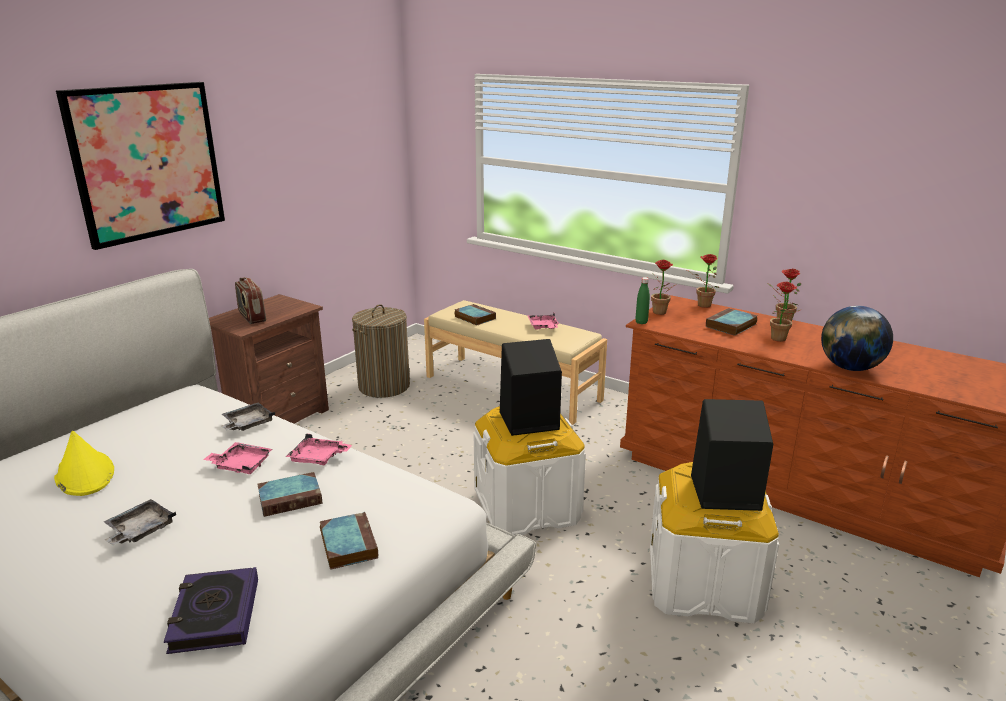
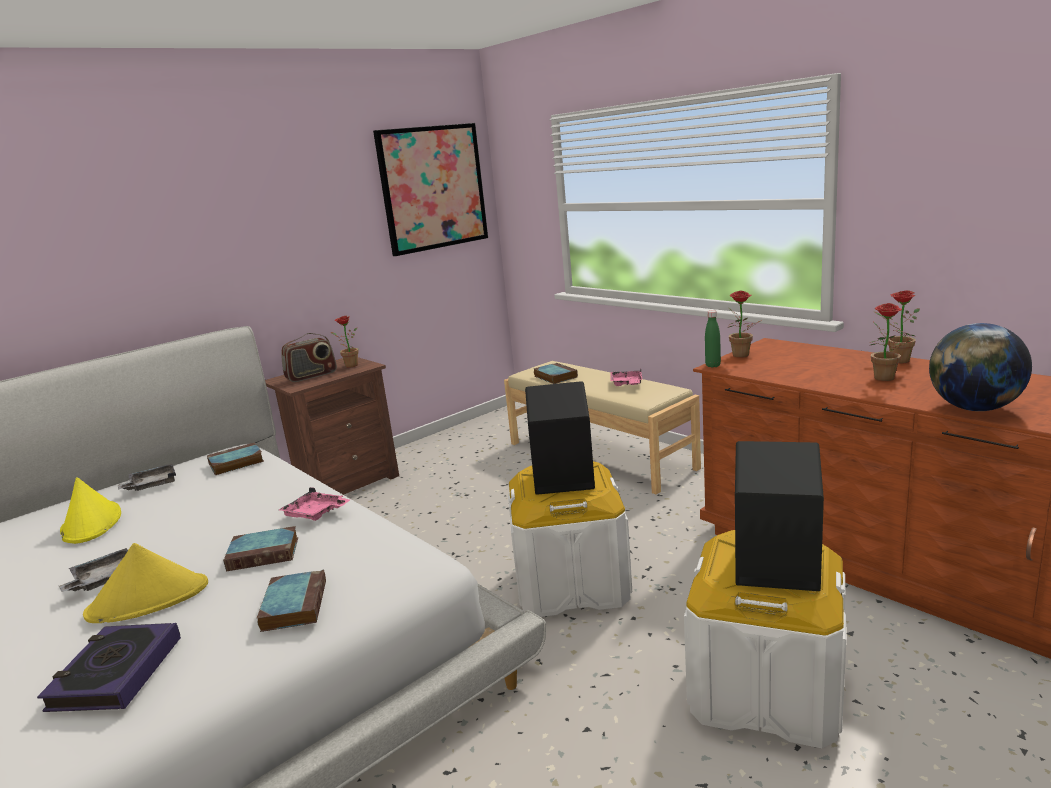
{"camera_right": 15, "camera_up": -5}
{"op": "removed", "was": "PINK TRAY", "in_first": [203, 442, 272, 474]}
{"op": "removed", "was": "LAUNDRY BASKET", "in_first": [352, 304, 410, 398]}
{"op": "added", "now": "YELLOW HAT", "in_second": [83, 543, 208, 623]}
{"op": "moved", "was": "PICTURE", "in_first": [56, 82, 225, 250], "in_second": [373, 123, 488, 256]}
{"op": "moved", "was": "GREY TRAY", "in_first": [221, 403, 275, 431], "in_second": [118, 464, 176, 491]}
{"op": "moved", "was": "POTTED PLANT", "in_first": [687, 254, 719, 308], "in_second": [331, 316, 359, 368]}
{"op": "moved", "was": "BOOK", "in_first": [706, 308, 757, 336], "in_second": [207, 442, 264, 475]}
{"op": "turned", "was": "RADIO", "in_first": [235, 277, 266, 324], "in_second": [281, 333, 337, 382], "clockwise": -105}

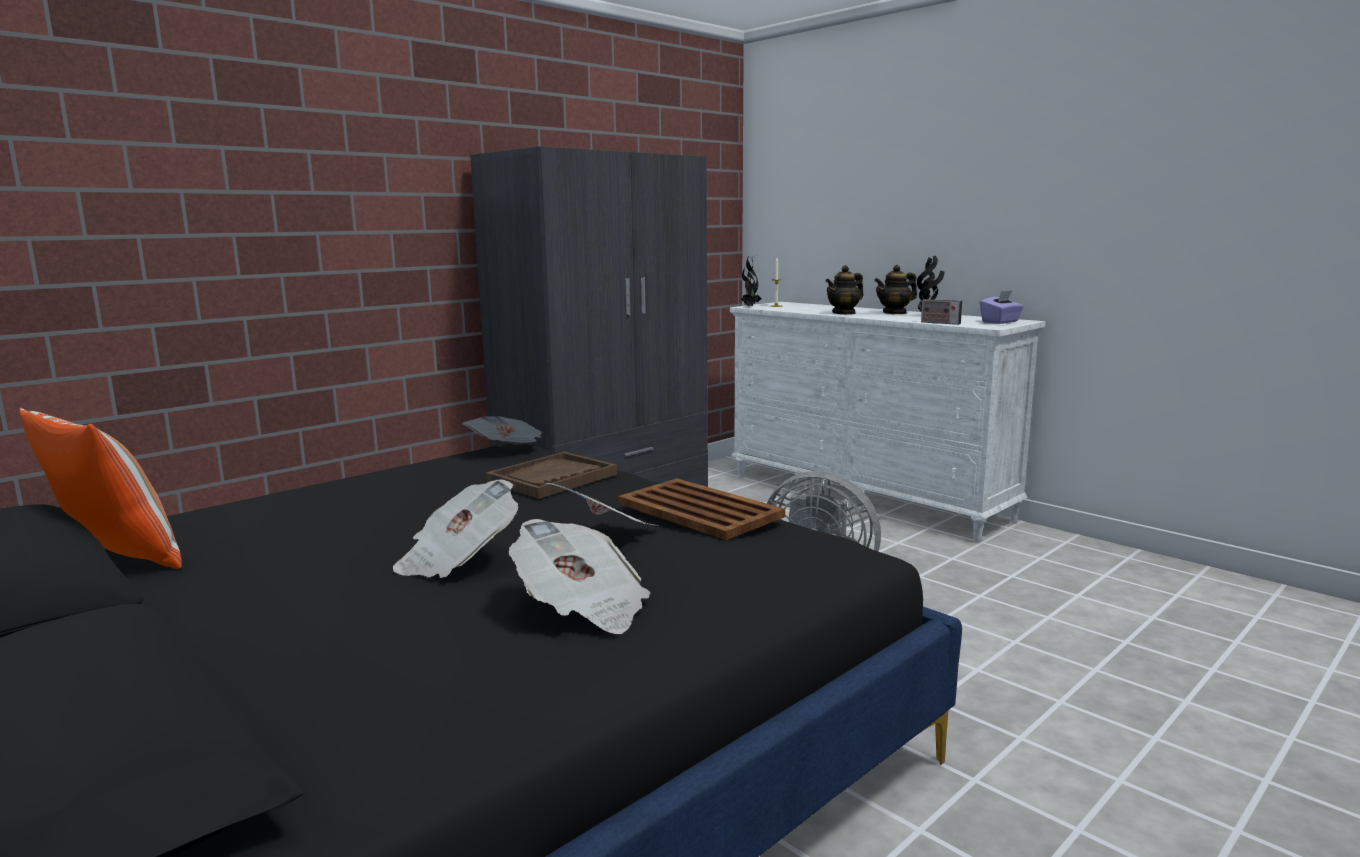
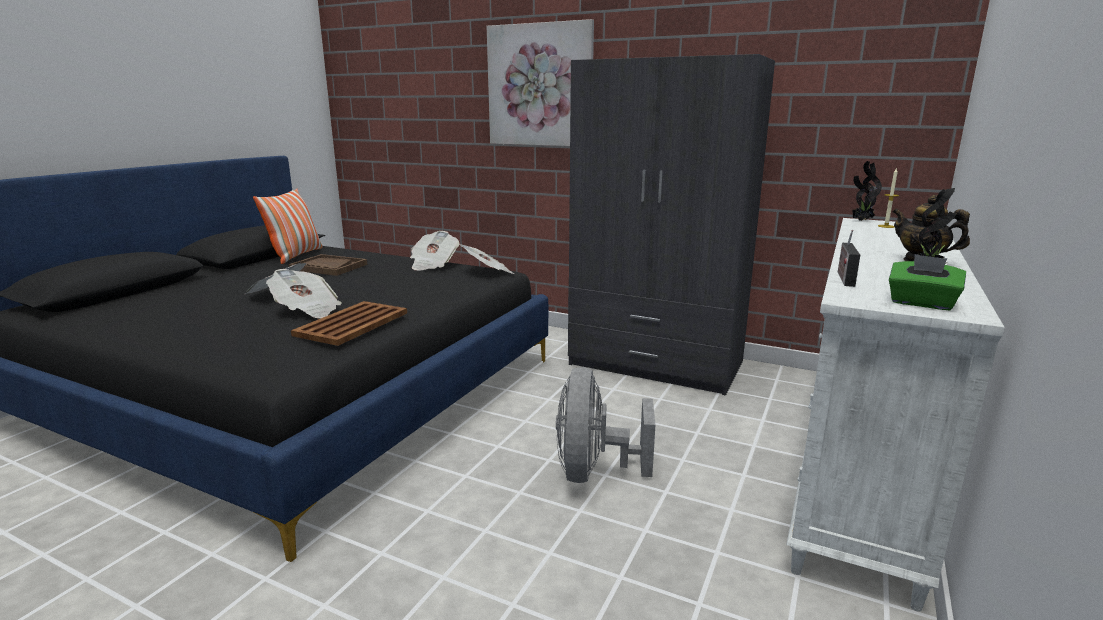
{"camera_right": 70, "camera_up": 5}
{"op": "removed", "was": "TEAPOT", "in_first": [826, 265, 864, 315]}
{"op": "added", "now": "PICTURE", "in_second": [487, 19, 594, 146]}
{"op": "moved", "was": "BROWN TRAY", "in_first": [486, 452, 617, 499], "in_second": [289, 254, 367, 276]}
{"op": "moved", "was": "NEWSPAPER", "in_first": [509, 519, 650, 634], "in_second": [410, 231, 459, 271]}
{"op": "recoloured", "was": "PURPLE TISSUE BOX", "now": "GREEN TISSUE BOX", "in_first": [980, 290, 1024, 324], "in_second": [889, 254, 966, 310]}

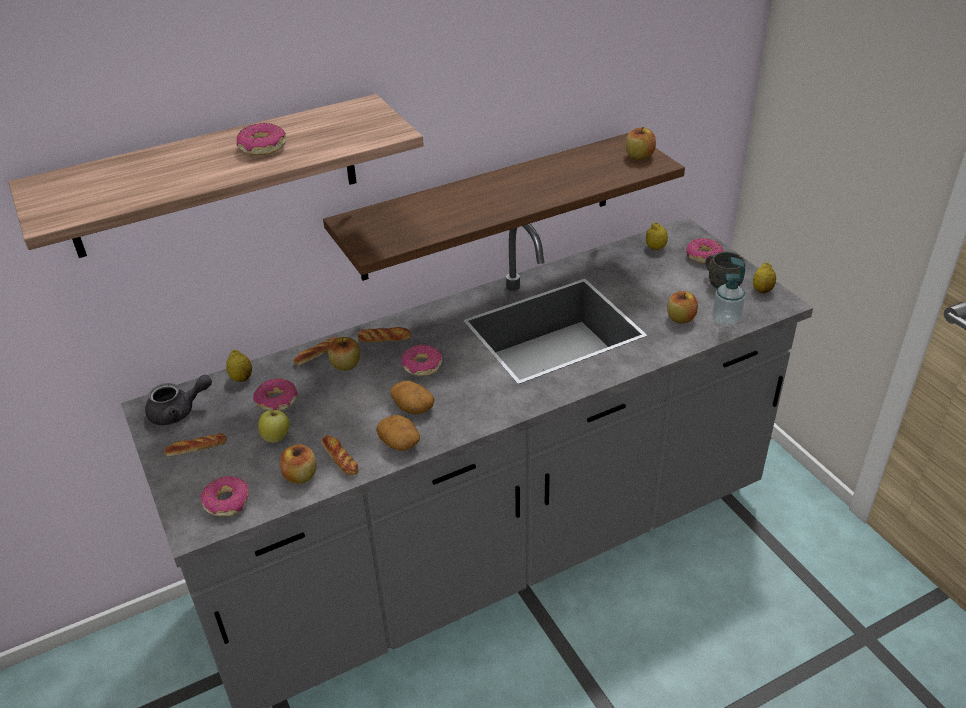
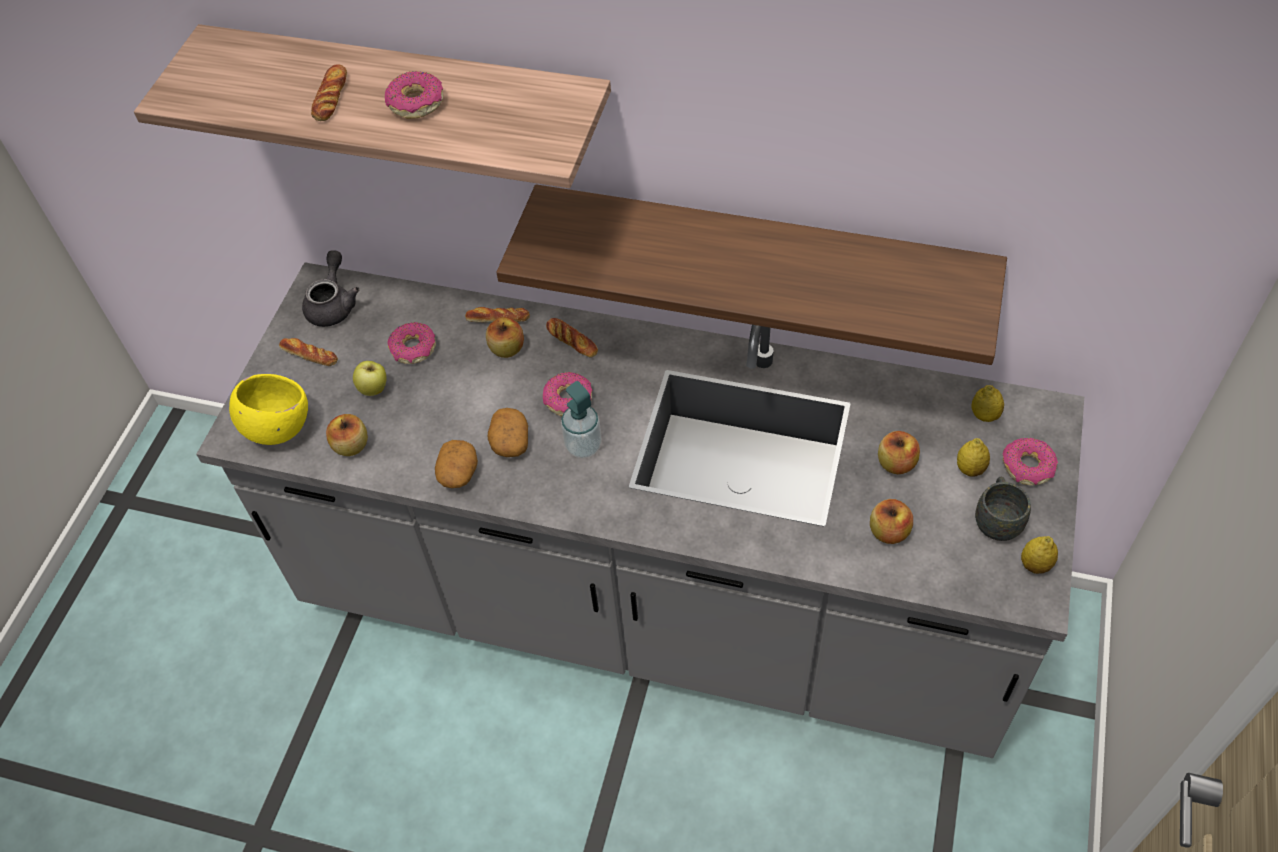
{"camera_right": 45, "camera_up": 15}
{"op": "moved", "was": "LEMON", "in_first": [226, 350, 252, 382], "in_second": [957, 438, 990, 477]}
{"op": "moved", "was": "BREAD", "in_first": [321, 435, 359, 476], "in_second": [311, 64, 347, 121]}
{"op": "moved", "was": "APPLE", "in_first": [626, 127, 656, 160], "in_second": [878, 431, 920, 474]}
{"op": "moved", "was": "SOAP DISPENSER", "in_first": [712, 257, 745, 327], "in_second": [561, 381, 602, 459]}
{"op": "replaced", "was": "DONUT", "now": "YELLOW BOWL", "in_first": [201, 476, 248, 517], "in_second": [229, 374, 308, 445]}
{"op": "turned", "was": "GREY TEAPOT", "in_first": [145, 375, 212, 425], "in_second": [302, 250, 360, 327], "clockwise": -105}

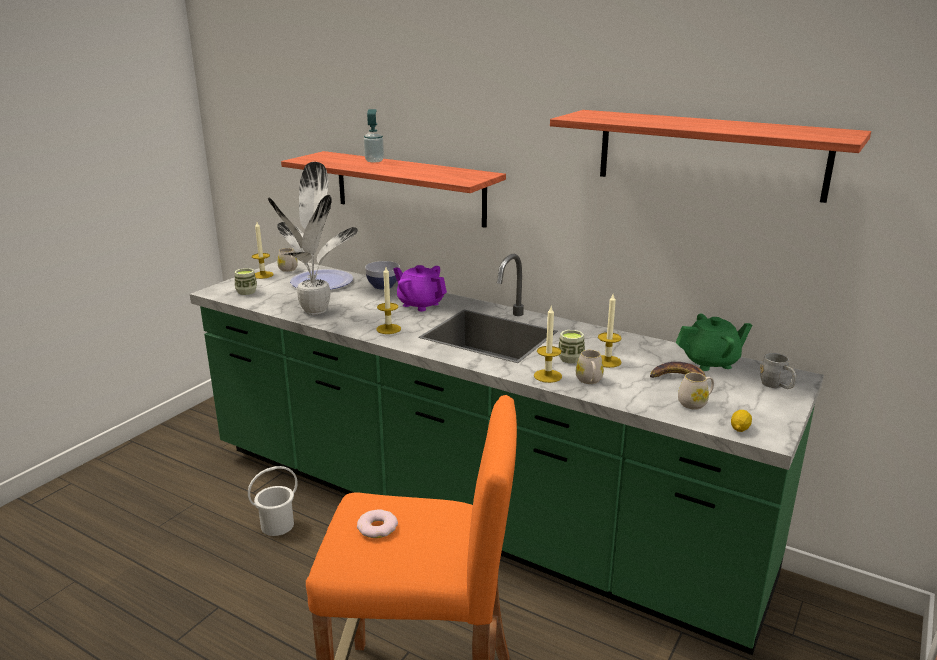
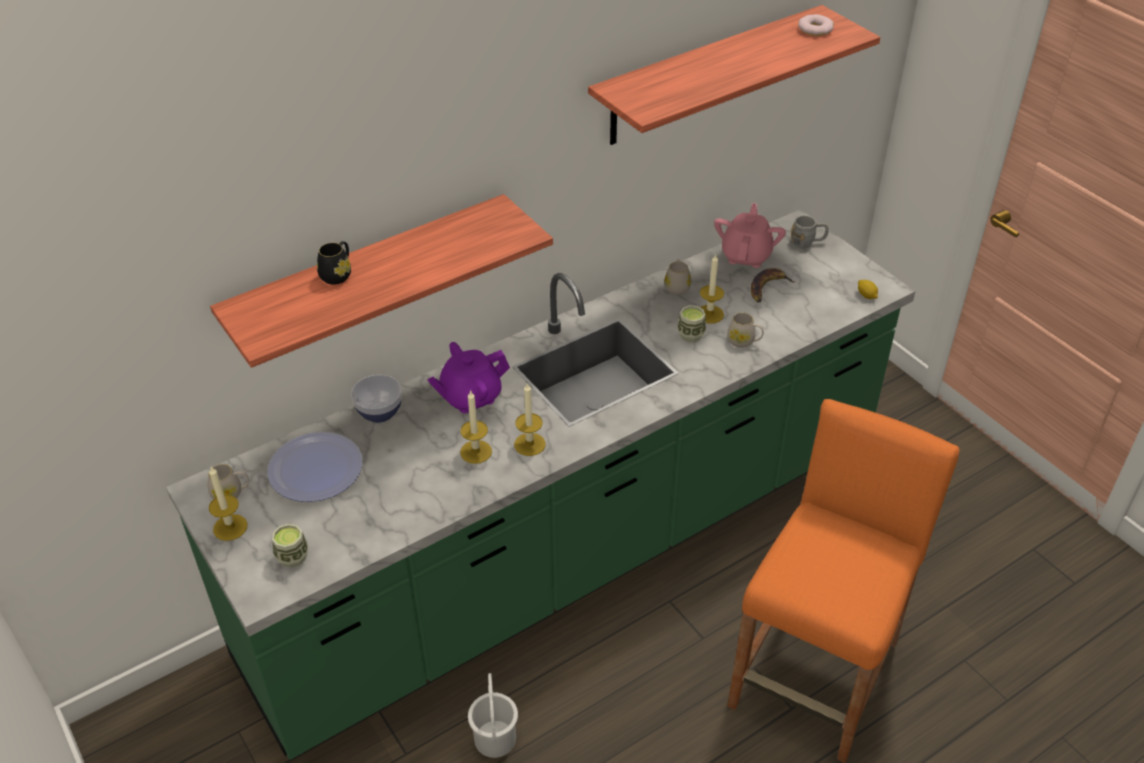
{"camera_right": -65, "camera_up": 20}
{"op": "removed", "was": "POTTED PLANT", "in_first": [268, 162, 358, 315]}
{"op": "moved", "was": "DONUT", "in_first": [357, 509, 398, 538], "in_second": [798, 14, 834, 36]}
{"op": "moved", "was": "CANDLE", "in_first": [534, 306, 562, 383], "in_second": [460, 390, 492, 464]}
{"op": "moved", "was": "WHITE MUG", "in_first": [678, 372, 714, 409], "in_second": [664, 259, 691, 295]}
{"op": "replaced", "was": "SOAP DISPENSER", "now": "BLACK MUG", "in_first": [364, 109, 384, 162], "in_second": [317, 241, 351, 285]}
{"op": "recoloured", "was": "GREEN TEAPOT", "now": "PINK TEAPOT", "in_first": [676, 313, 752, 371], "in_second": [714, 203, 786, 268]}

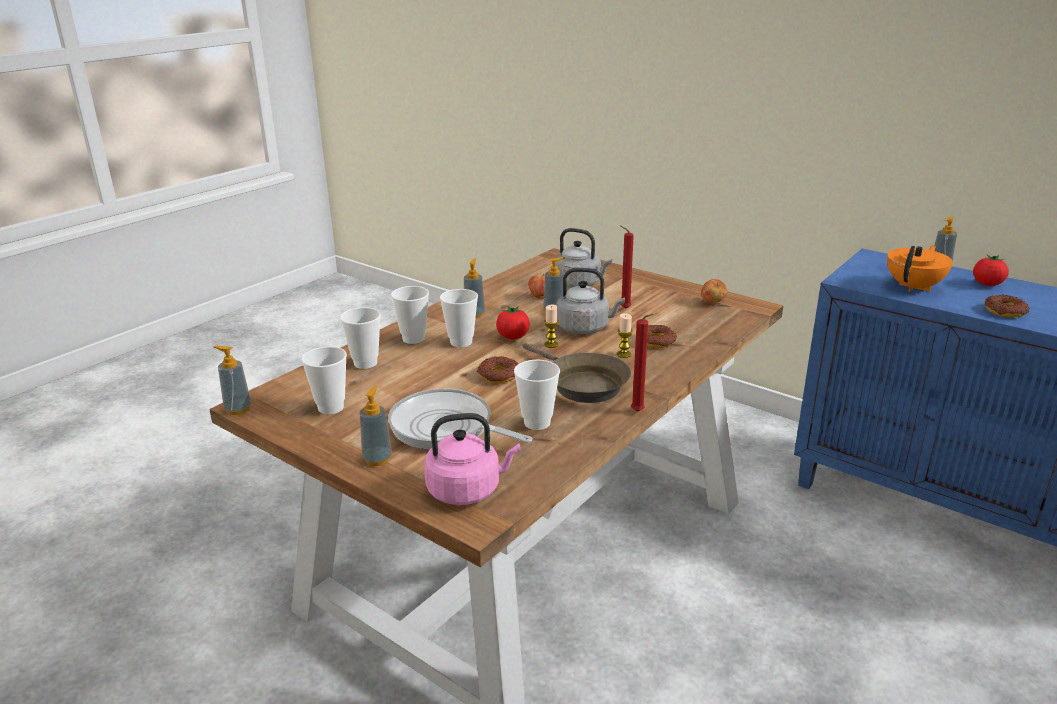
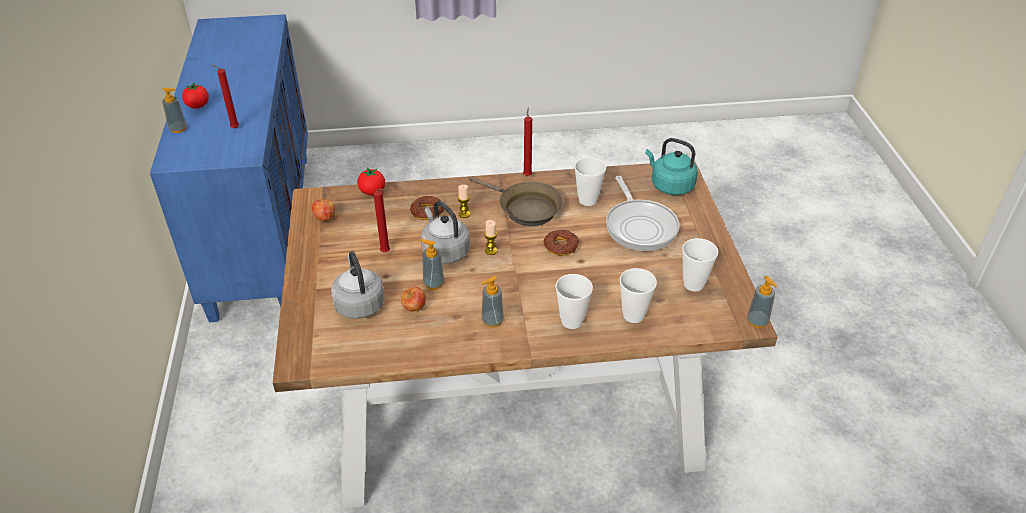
{"camera_right": -135, "camera_up": 15}
{"op": "removed", "was": "SOAP DISPENSER", "in_first": [360, 385, 392, 466]}
{"op": "removed", "was": "CUP", "in_first": [440, 289, 478, 347]}
{"op": "removed", "was": "DONUT", "in_first": [985, 295, 1030, 317]}
{"op": "moved", "was": "TOMATO", "in_first": [496, 306, 530, 339], "in_second": [358, 167, 385, 195]}
{"op": "replaced", "was": "ORANGE TEAPOT", "now": "RED CANDLE", "in_first": [887, 245, 953, 292], "in_second": [211, 64, 239, 129]}
{"op": "recoloured", "was": "PINK KETTLE", "now": "TURQUOISE KETTLE", "in_first": [424, 413, 521, 505], "in_second": [646, 138, 698, 195]}
{"op": "turned", "was": "BROWN FRYING PAN", "in_first": [523, 343, 631, 403], "in_second": [469, 176, 563, 226], "clockwise": 120}

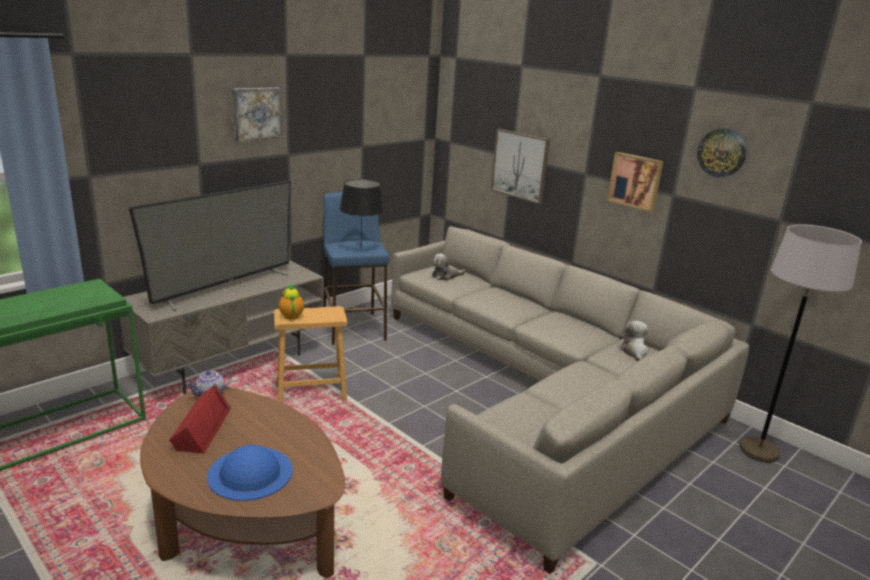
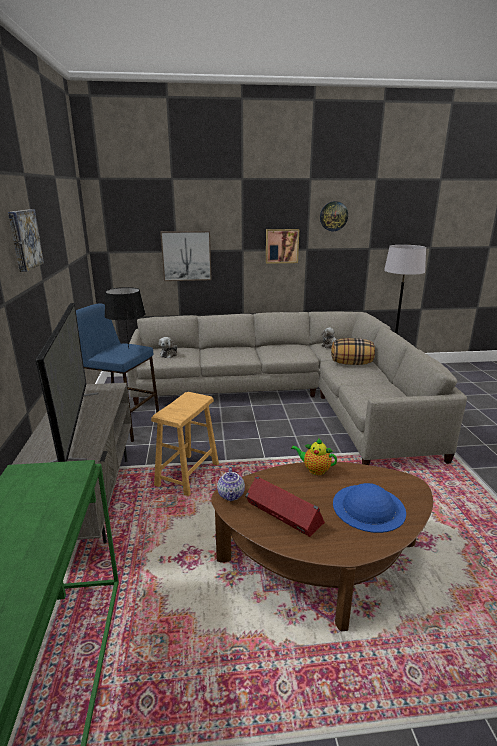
{"camera_right": -50, "camera_up": 0}
{"op": "added", "now": "PILLOW", "in_second": [331, 338, 375, 365]}
{"op": "moved", "was": "TEAPOT", "in_first": [279, 284, 304, 320], "in_second": [291, 438, 337, 475]}

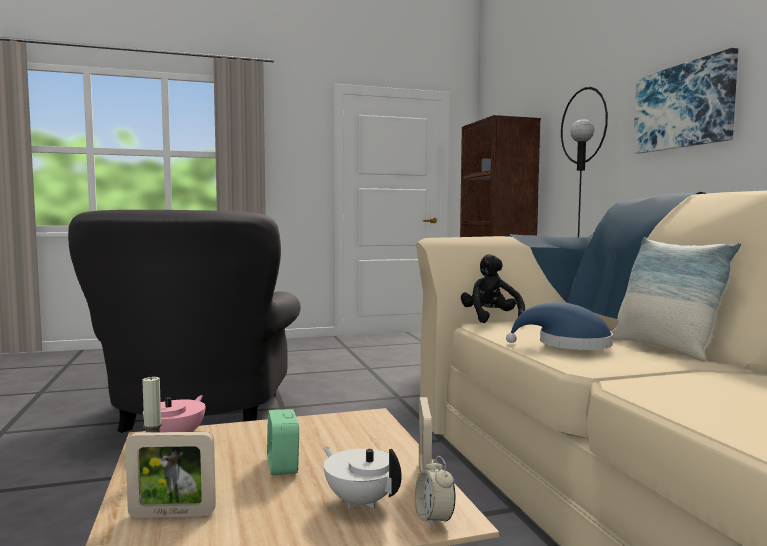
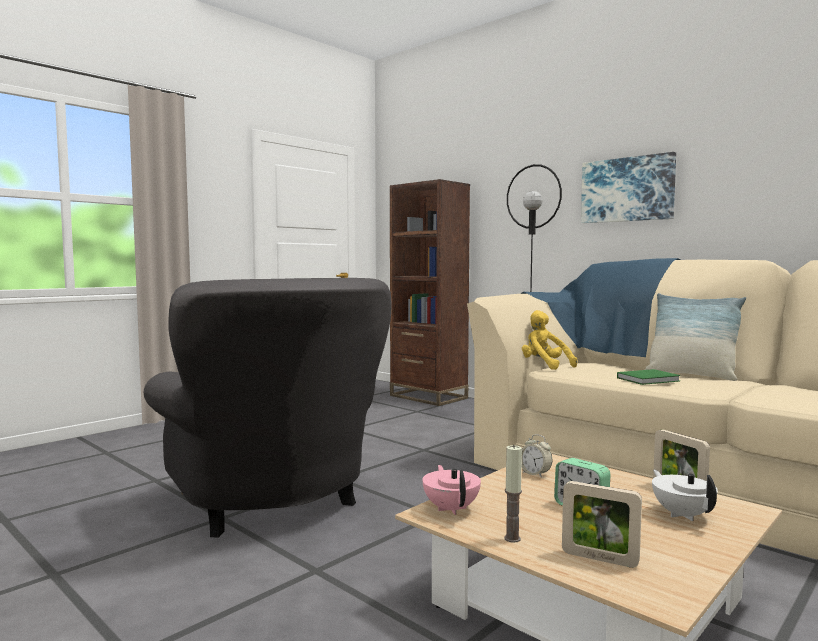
{"camera_right": -30, "camera_up": 0}
{"op": "moved", "was": "ALARM CLOCK", "in_first": [415, 456, 456, 529], "in_second": [521, 434, 552, 478]}
{"op": "replaced", "was": "BLUE HAT", "now": "GREEN BOOK", "in_first": [506, 302, 613, 350], "in_second": [617, 369, 681, 385]}
{"op": "recoloured", "was": "BLACK PLUSH TOY", "now": "YELLOW PLUSH TOY", "in_first": [461, 254, 525, 323], "in_second": [522, 310, 577, 370]}
{"op": "turned", "was": "PICTURE FRAME", "in_first": [125, 432, 216, 518], "in_second": [562, 481, 642, 568], "clockwise": 60}
{"op": "turned", "was": "WHITE TEAPOT", "in_first": [323, 447, 402, 509], "in_second": [652, 470, 718, 521], "clockwise": 60}

